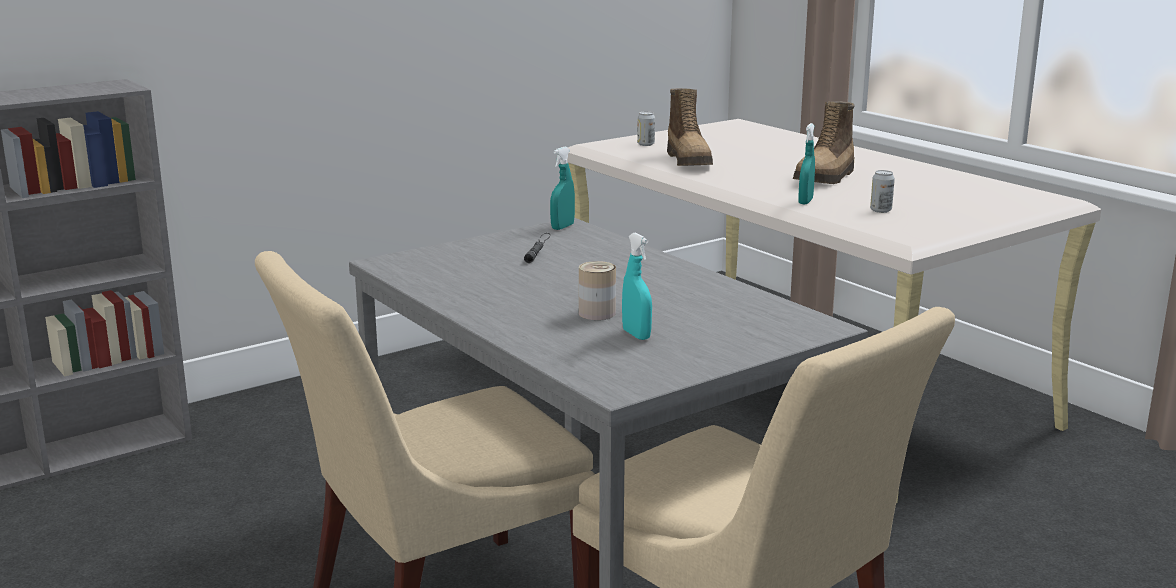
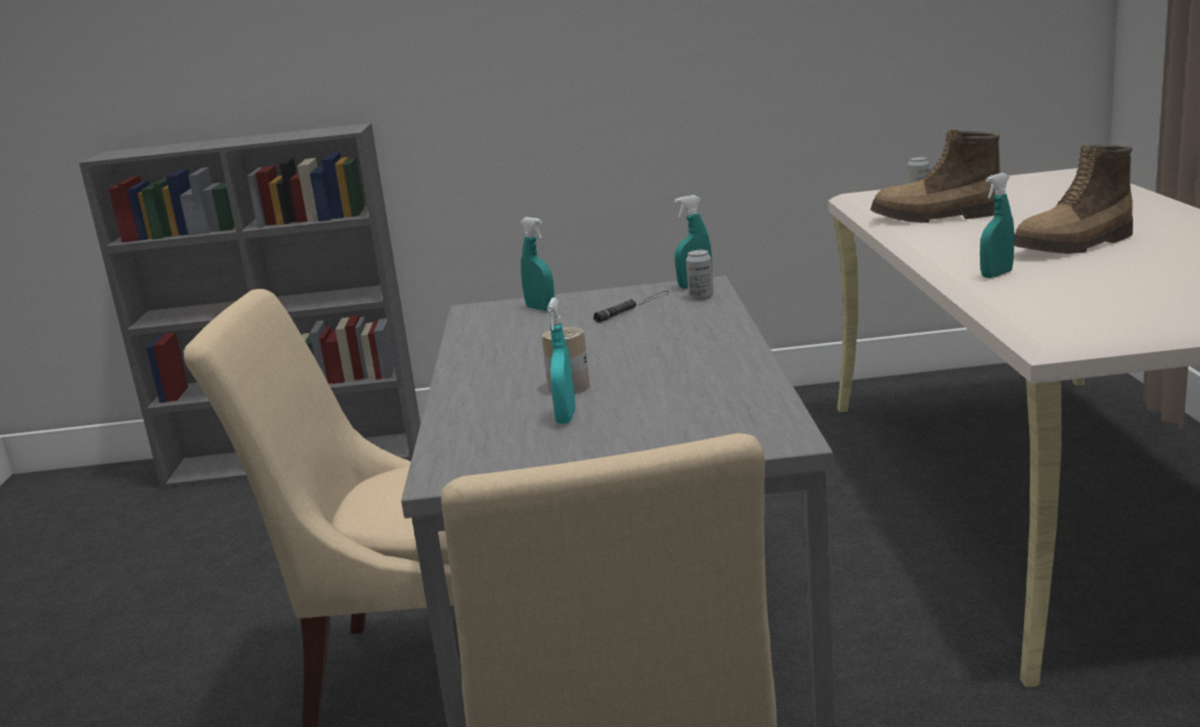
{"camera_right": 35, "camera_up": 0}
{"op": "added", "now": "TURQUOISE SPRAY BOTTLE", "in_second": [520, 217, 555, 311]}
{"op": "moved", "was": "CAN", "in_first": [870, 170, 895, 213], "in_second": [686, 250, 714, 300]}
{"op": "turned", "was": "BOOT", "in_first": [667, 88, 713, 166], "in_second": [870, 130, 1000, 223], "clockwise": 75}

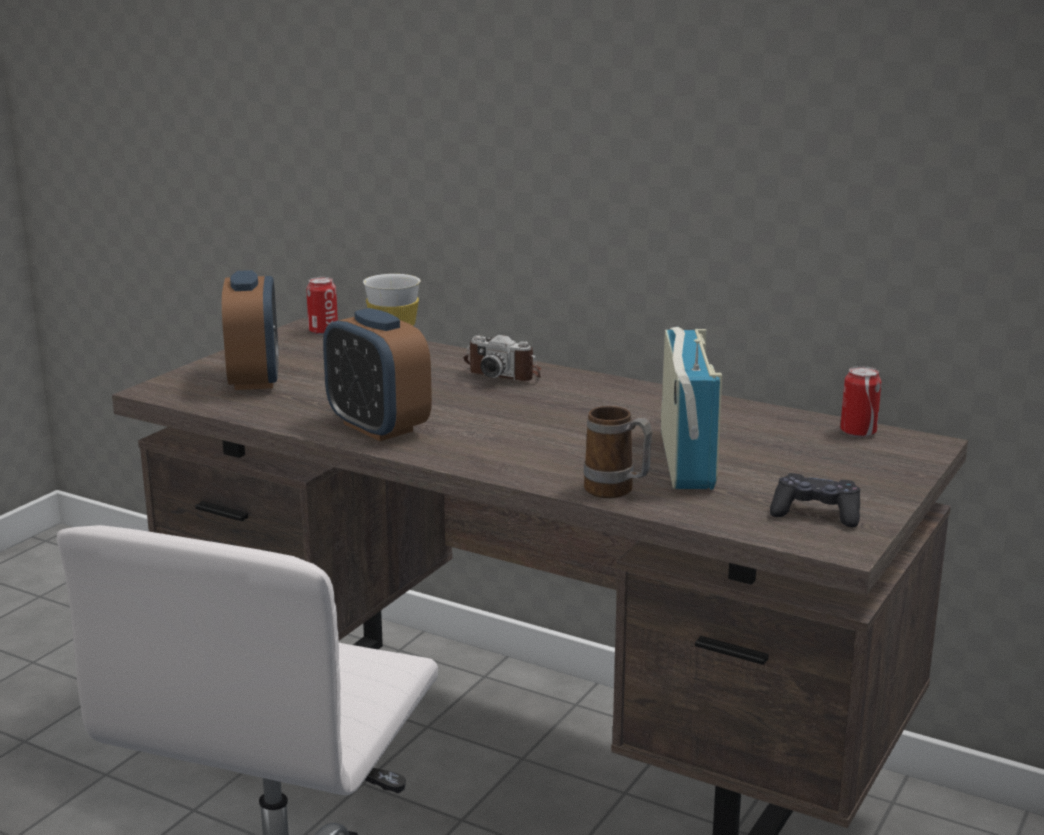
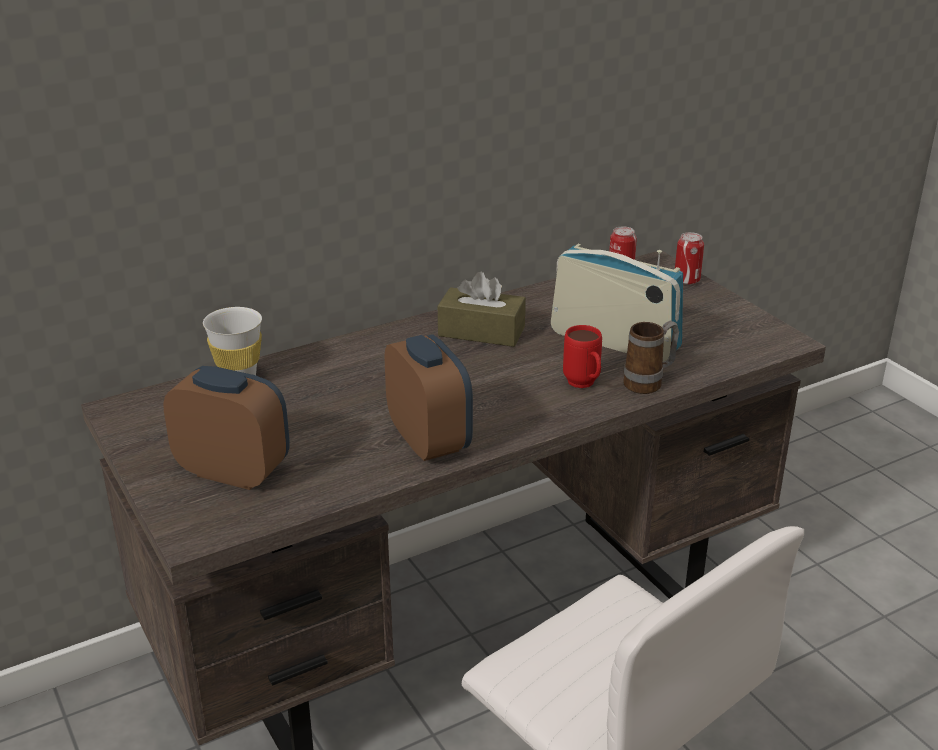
{"camera_right": -60, "camera_up": 10}
{"op": "removed", "was": "PHOTO CAMERA", "in_first": [464, 335, 541, 381]}
{"op": "removed", "was": "BLACK GAME CONTROLLER", "in_first": [770, 473, 860, 527]}
{"op": "added", "now": "BROWN TISSUE BOX", "in_second": [438, 272, 526, 347]}
{"op": "added", "now": "RED MUG", "in_second": [563, 325, 602, 388]}
{"op": "moved", "was": "CAN", "in_first": [306, 277, 338, 335], "in_second": [675, 232, 704, 285]}
{"op": "turned", "was": "ALARM CLOCK", "in_first": [323, 308, 432, 441], "in_second": [385, 334, 473, 461], "clockwise": -105}

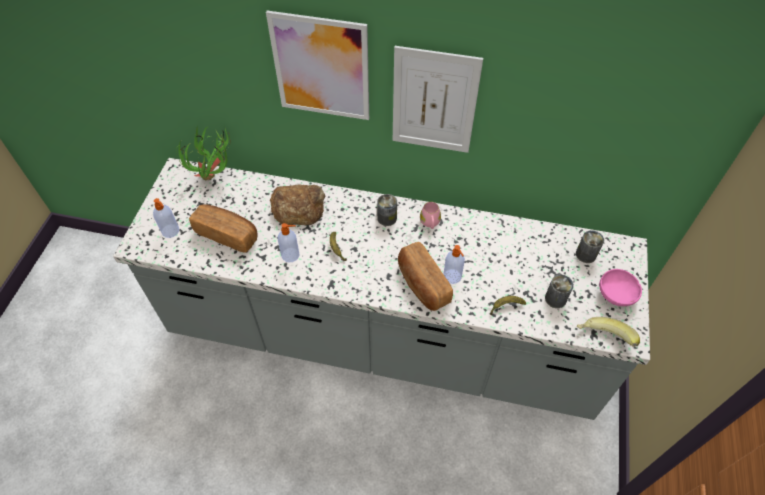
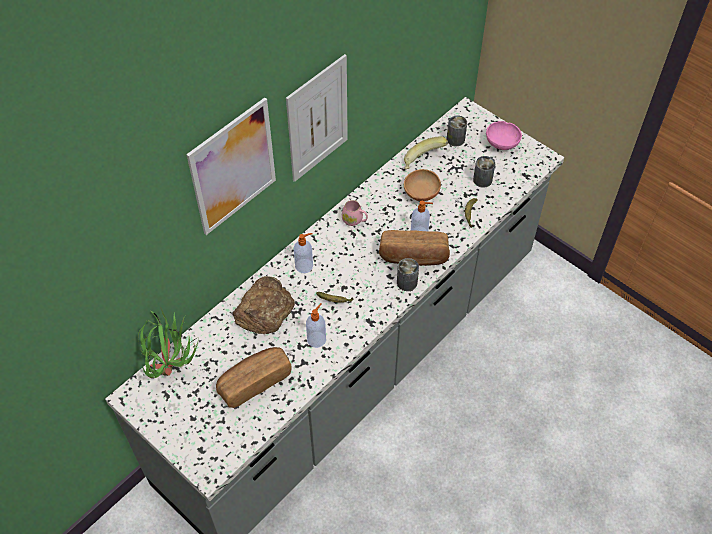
{"camera_right": -60, "camera_up": 0}
{"op": "added", "now": "BROWN BOWL", "in_second": [404, 169, 441, 201]}
{"op": "moved", "was": "SOAP DISPENSER", "in_first": [153, 198, 179, 238], "in_second": [294, 233, 313, 273]}
{"op": "moved", "was": "CAN", "in_first": [377, 194, 397, 226], "in_second": [397, 258, 419, 291]}
{"op": "moved", "was": "BANANA", "in_first": [577, 317, 640, 347], "in_second": [404, 137, 448, 169]}

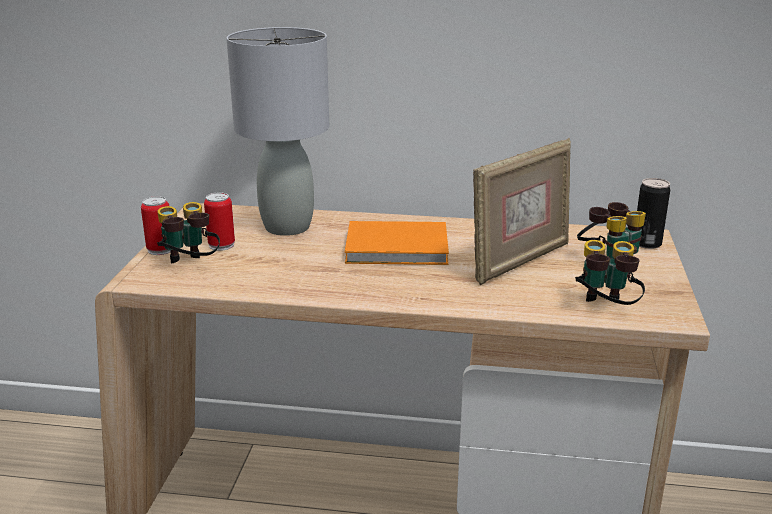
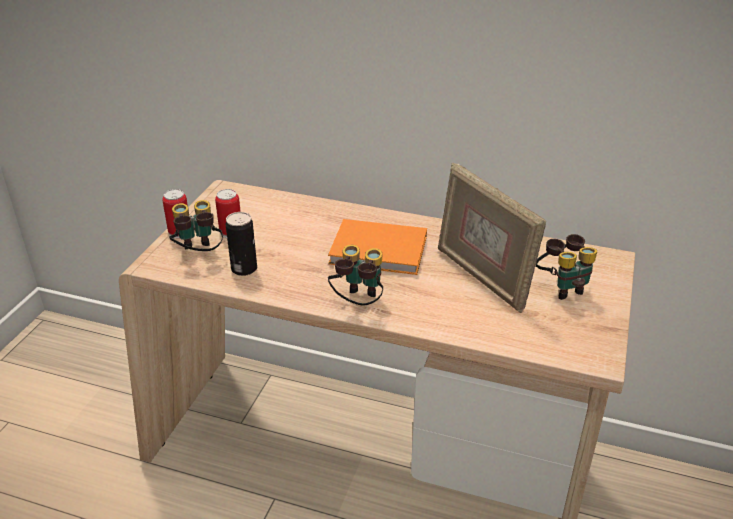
{"camera_right": 10, "camera_up": 10}
{"op": "removed", "was": "GREY TABLE LAMP", "in_first": [227, 27, 329, 236]}
{"op": "moved", "was": "BINOCULARS", "in_first": [575, 240, 645, 305], "in_second": [328, 245, 383, 305]}
{"op": "moved", "was": "CAN", "in_first": [637, 178, 670, 249], "in_second": [226, 212, 257, 276]}
{"op": "turned", "was": "PICTURE FRAME", "in_first": [473, 138, 571, 285], "in_second": [438, 162, 546, 313], "clockwise": 90}

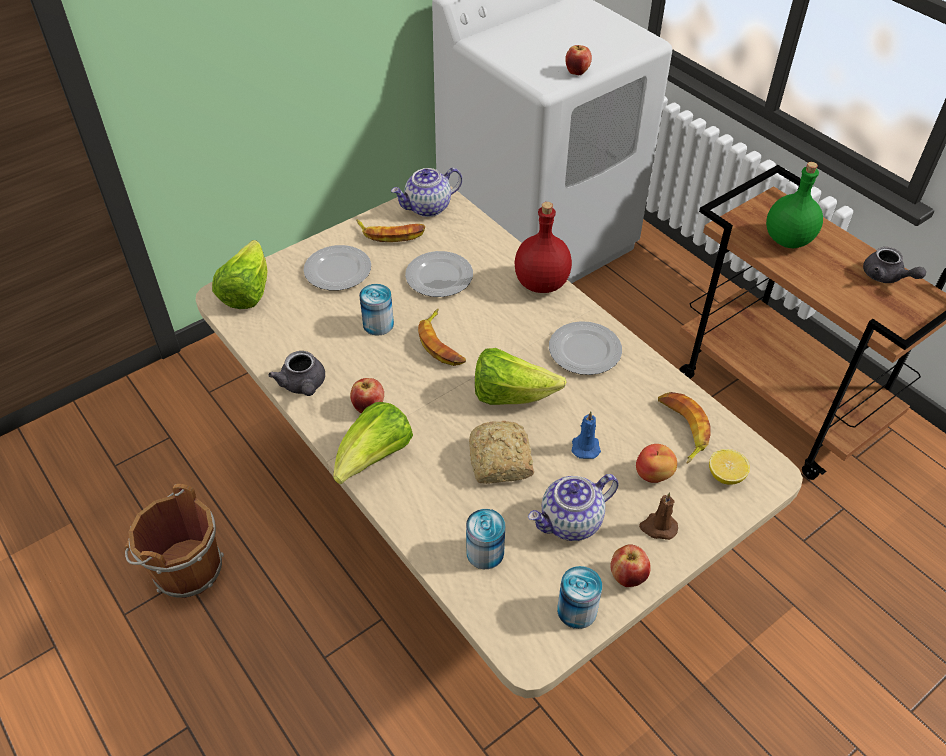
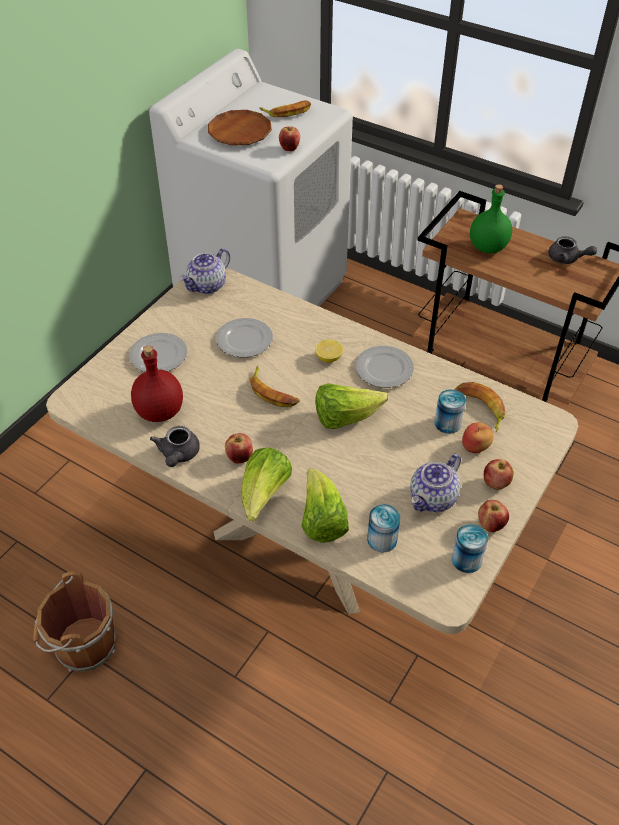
{"camera_right": -20, "camera_up": 0}
{"op": "removed", "was": "BREAD", "in_first": [469, 421, 534, 484]}
{"op": "removed", "was": "BLUE CANDLE", "in_first": [572, 411, 601, 459]}
{"op": "added", "now": "BROWN PLATE", "in_second": [208, 110, 272, 146]}
{"op": "moved", "was": "LETTUCE", "in_first": [212, 240, 267, 309], "in_second": [301, 468, 349, 543]}
{"op": "moved", "was": "BANANA", "in_first": [356, 220, 425, 242], "in_second": [259, 100, 311, 117]}
{"op": "moved", "was": "CAN", "in_first": [359, 284, 394, 336], "in_second": [435, 389, 466, 434]}
{"op": "moved", "was": "RED BOTTLE", "in_first": [514, 202, 572, 293], "in_second": [131, 345, 183, 422]}
{"op": "moved", "was": "LEMON", "in_first": [709, 449, 750, 485], "in_second": [315, 339, 343, 363]}
{"op": "replaced", "was": "BROWN CANDLE", "now": "APPLE", "in_first": [639, 492, 678, 540], "in_second": [484, 459, 514, 490]}
{"op": "turned", "was": "GREY TEAPOT", "in_first": [268, 351, 325, 396], "in_second": [150, 426, 200, 467], "clockwise": 45}

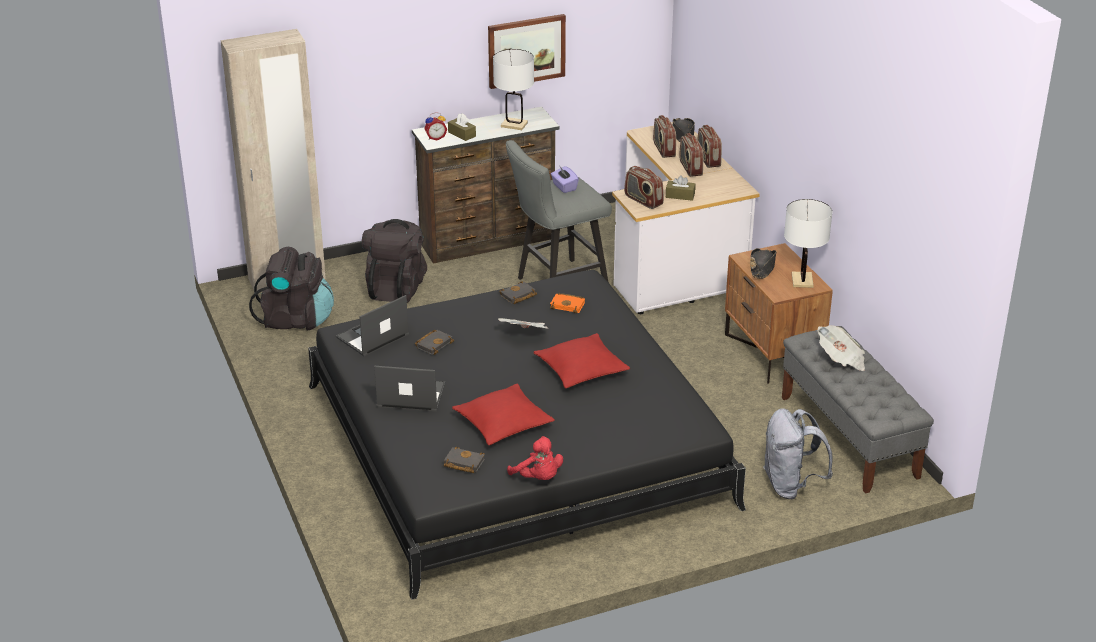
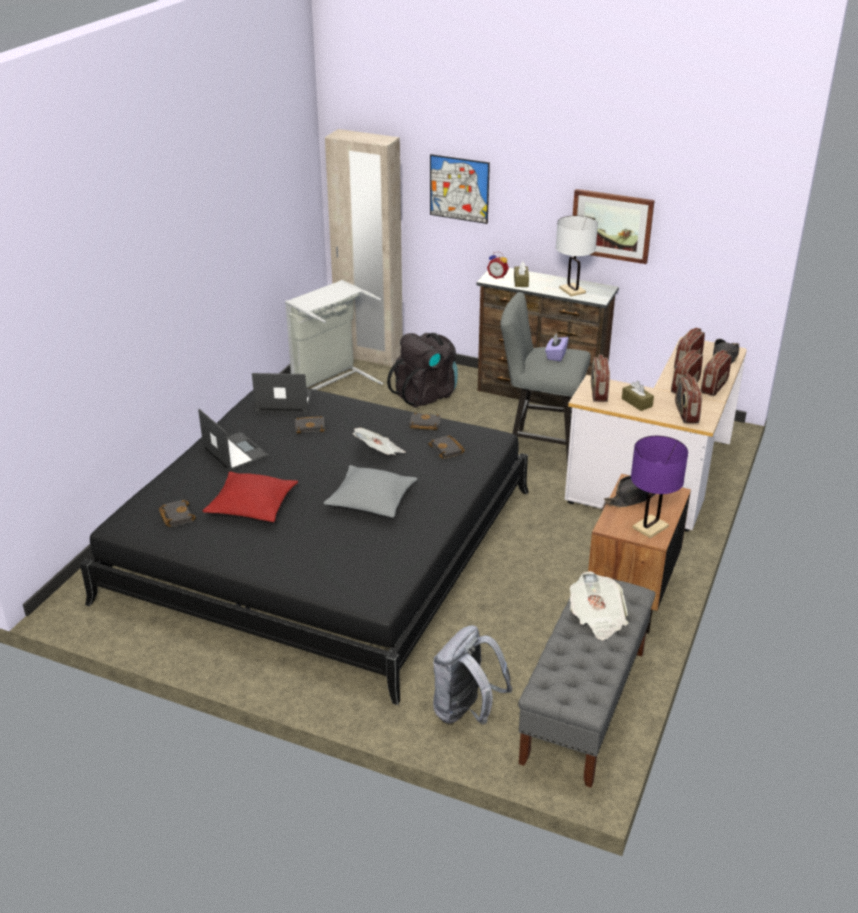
{"camera_right": 45, "camera_up": 0}
{"op": "removed", "was": "RED PLUSH TOY", "in_first": [507, 436, 563, 480]}
{"op": "added", "now": "PICTURE", "in_second": [430, 154, 490, 224]}
{"op": "added", "now": "RADIO", "in_second": [675, 374, 702, 423]}
{"op": "replaced", "was": "BLACK BACKPACK", "now": "GREY LAUNDRY BASKET", "in_first": [249, 247, 334, 331], "in_second": [285, 280, 383, 390]}
{"op": "recoloured", "was": "RED PILLOW", "now": "GREY PILLOW", "in_first": [534, 333, 630, 388], "in_second": [324, 465, 417, 518]}
{"op": "recoloured", "was": "ORANGE BOOK", "now": "BLACK BOOK", "in_first": [550, 293, 585, 314], "in_second": [428, 436, 465, 459]}
{"op": "recoloured", "was": "WHITE TABLE LAMP", "now": "PURPLE TABLE LAMP", "in_first": [784, 199, 832, 288], "in_second": [631, 436, 688, 538]}

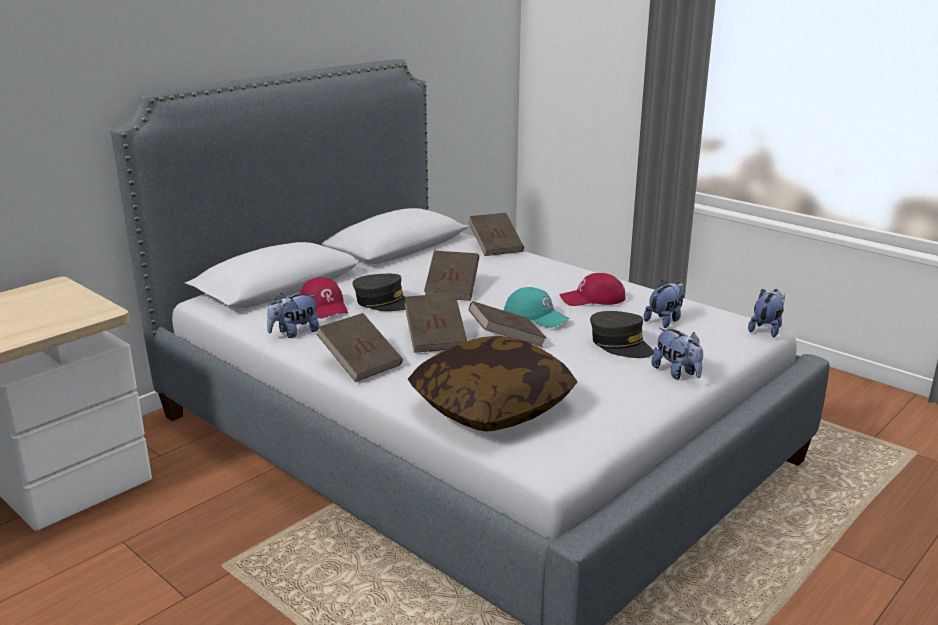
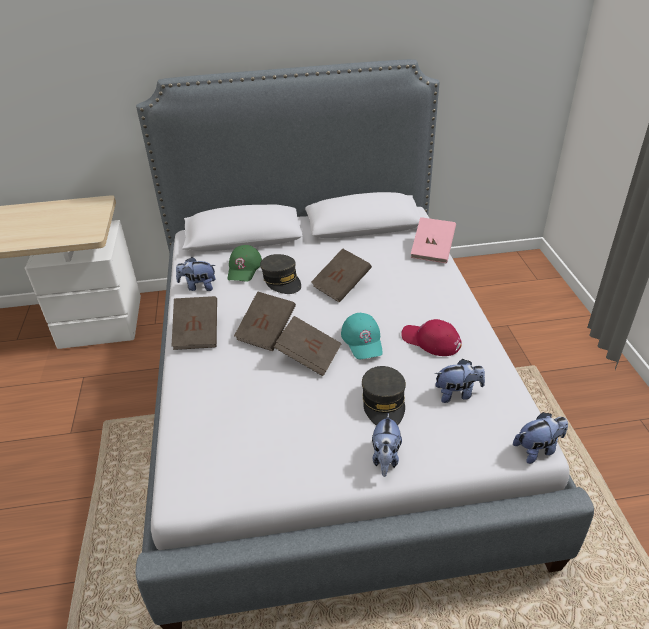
{"camera_right": 40, "camera_up": 15}
{"op": "removed", "was": "PILLOW", "in_first": [408, 336, 577, 432]}
{"op": "recoloured", "was": "RED CAP", "now": "GREEN CAP", "in_first": [300, 277, 348, 319], "in_second": [228, 245, 262, 282]}
{"op": "recoloured", "was": "BROWN BOOK", "now": "PINK BOOK", "in_first": [468, 213, 524, 256], "in_second": [411, 217, 456, 263]}

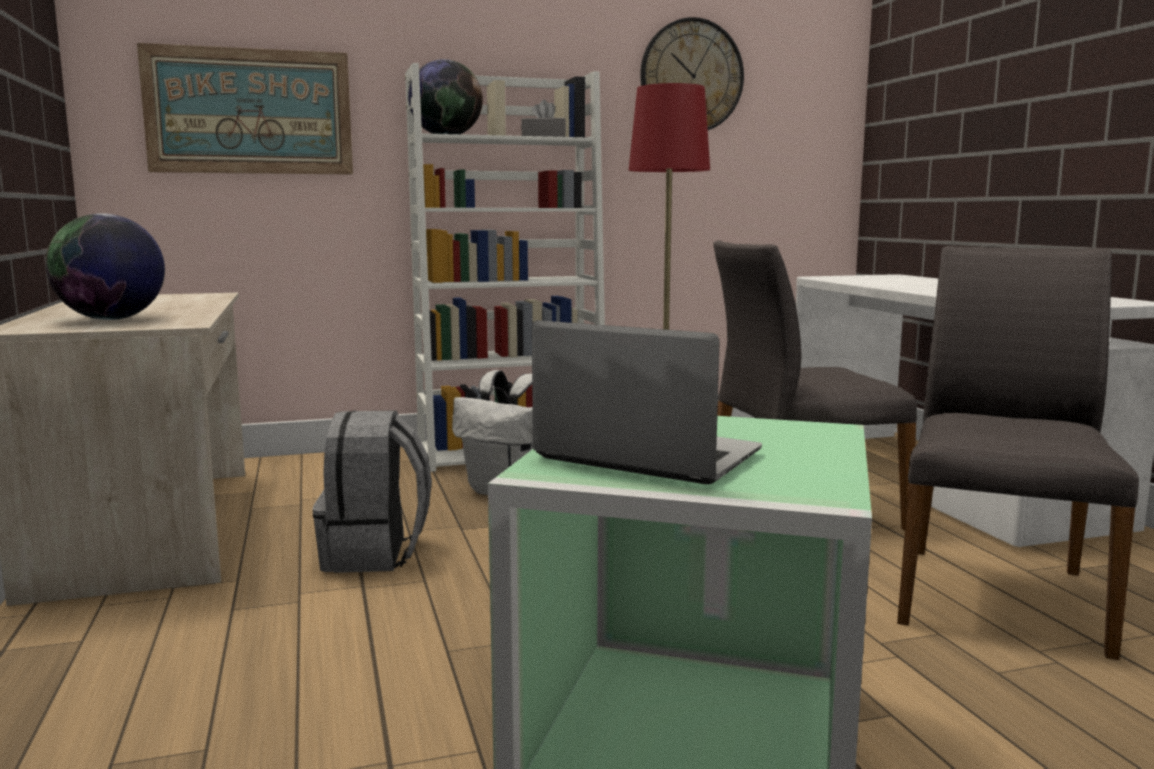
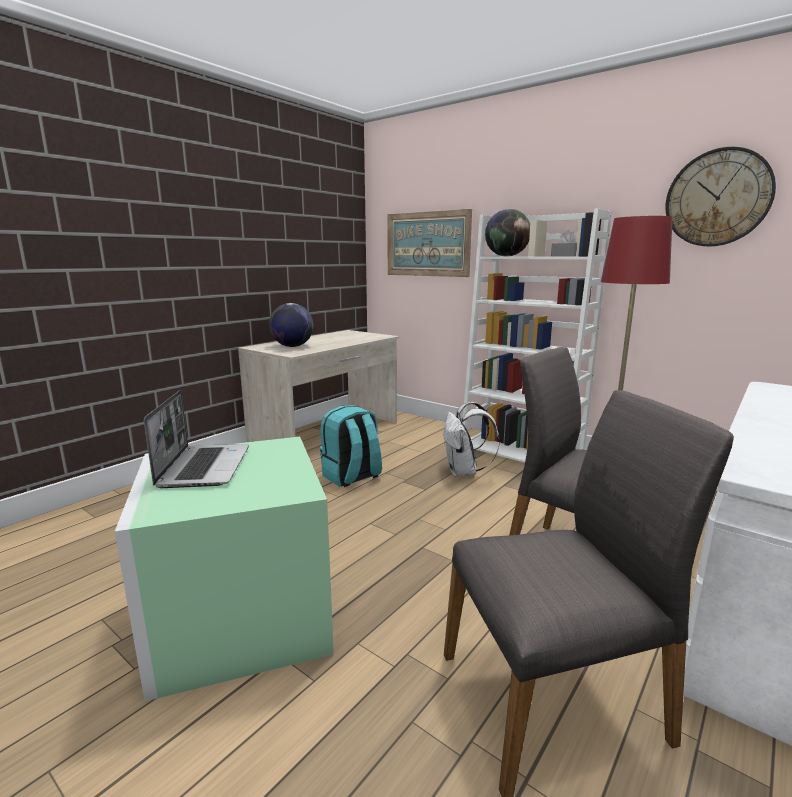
{"camera_right": 55, "camera_up": 5}
{"op": "recoloured", "was": "GREY BACKPACK", "now": "TURQUOISE BACKPACK", "in_first": [313, 410, 432, 573], "in_second": [320, 405, 382, 487]}

